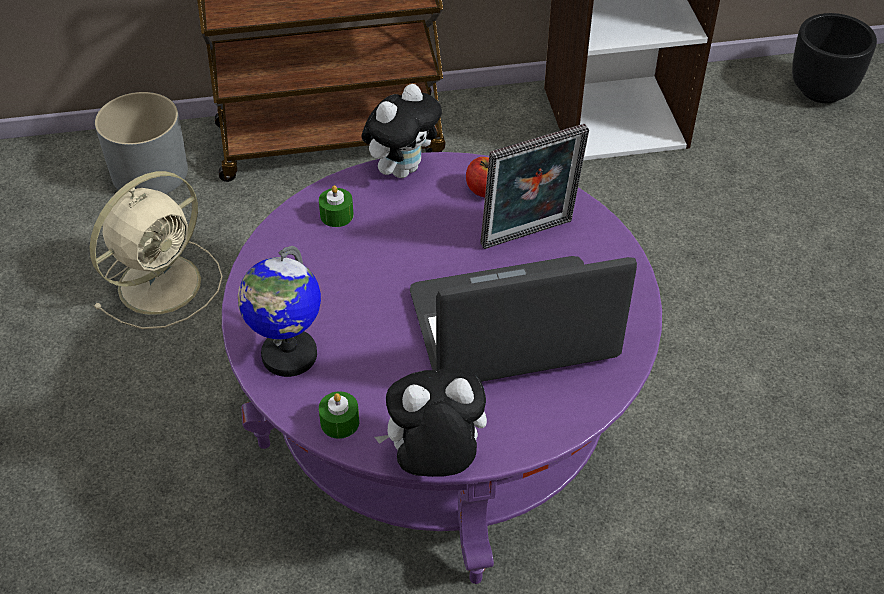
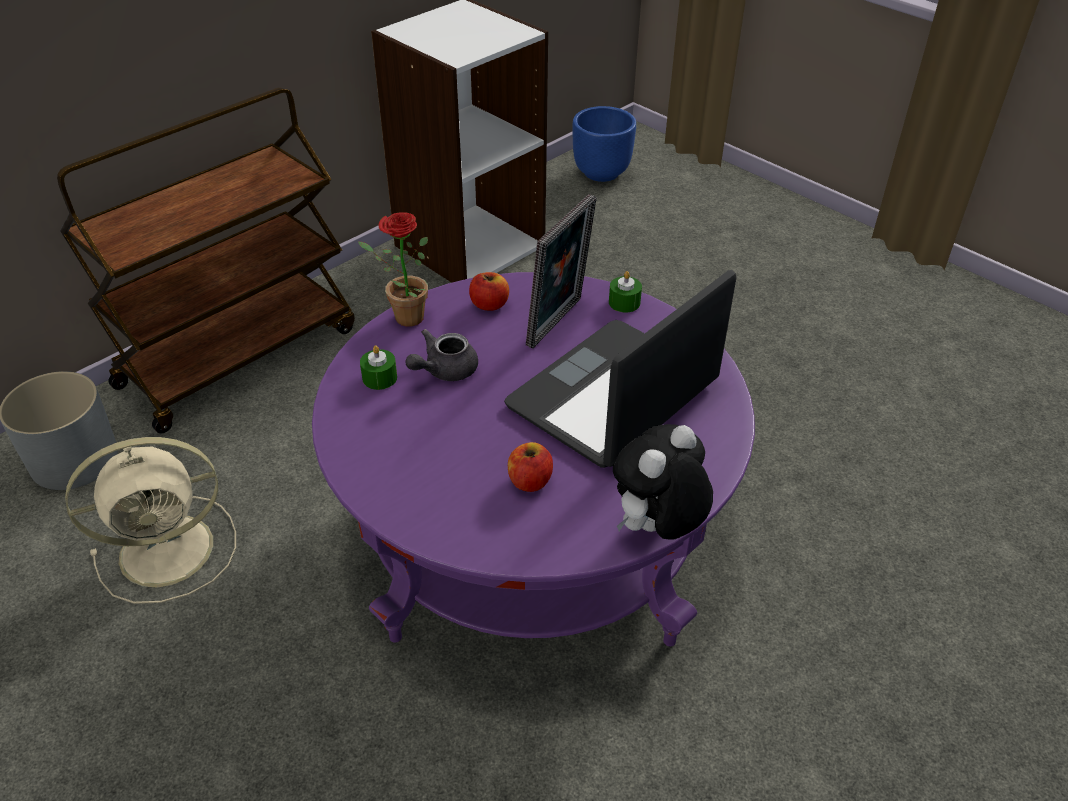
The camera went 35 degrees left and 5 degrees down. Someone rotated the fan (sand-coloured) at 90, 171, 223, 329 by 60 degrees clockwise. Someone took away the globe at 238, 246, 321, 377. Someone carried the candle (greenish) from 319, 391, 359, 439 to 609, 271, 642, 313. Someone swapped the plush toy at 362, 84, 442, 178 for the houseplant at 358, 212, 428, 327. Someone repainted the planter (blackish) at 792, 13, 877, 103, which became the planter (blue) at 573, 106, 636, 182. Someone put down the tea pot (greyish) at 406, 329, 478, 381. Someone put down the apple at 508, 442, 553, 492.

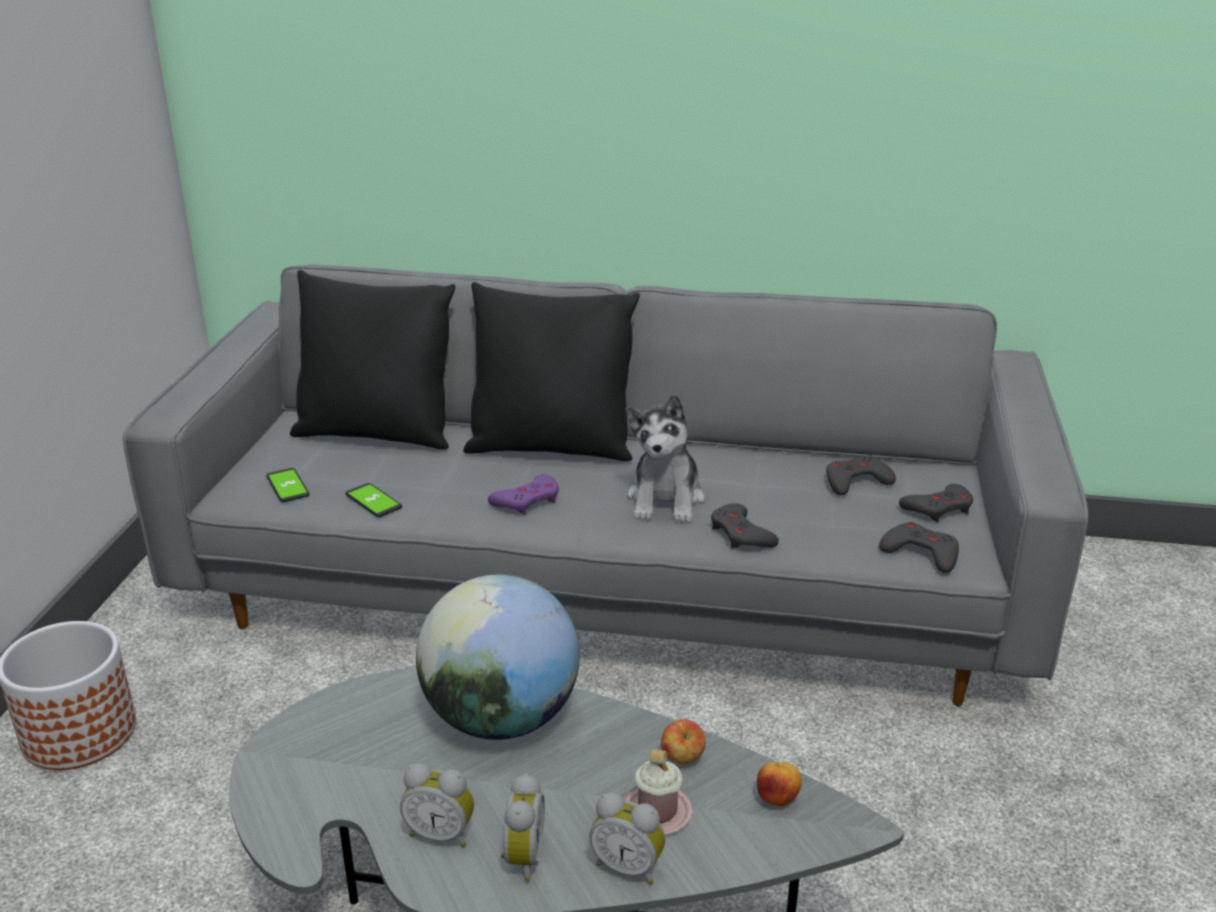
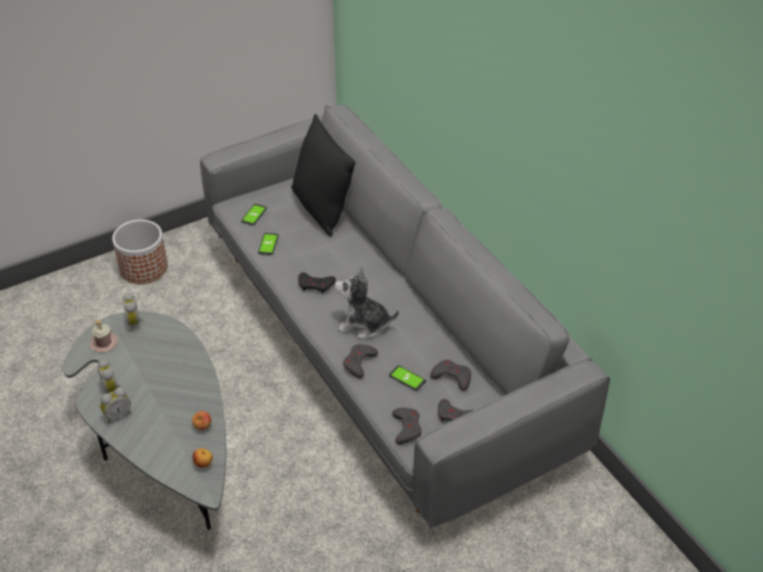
The camera went 50 degrees right and 15 degrees up. Someone took away the globe at 416, 574, 580, 740. Someone took away the throw pillow (blackish) at 463, 282, 640, 461. Someone repainted the game controller (purple) at 488, 474, 559, 515, which became the game controller (blackish) at 298, 272, 336, 294. Someone carried the table clock from 589, 792, 665, 885 to 123, 293, 143, 331. Someone carried the mug (pinkish) from 625, 749, 693, 835 to 90, 320, 117, 352. Someone rotated the plush toy at 626, 394, 705, 523 by 45 degrees clockwise. Someone put down the telephone at 389, 365, 426, 391.

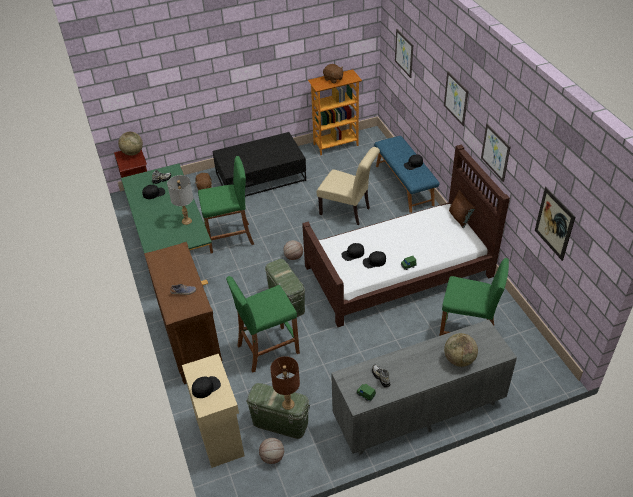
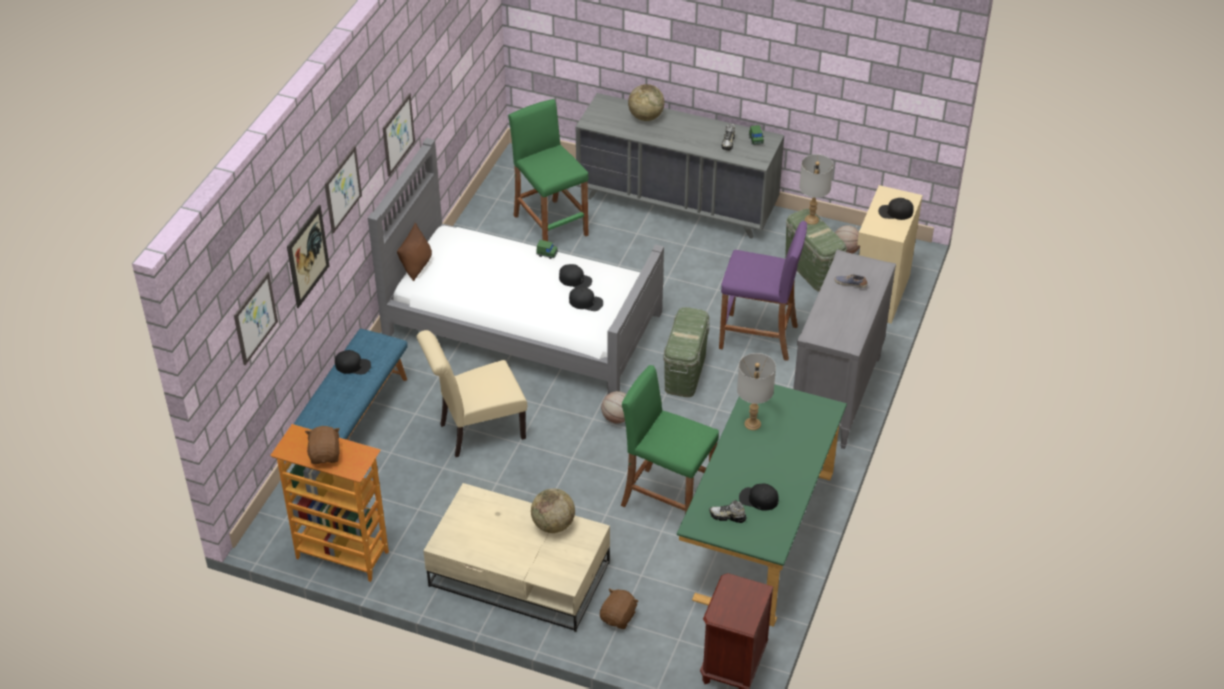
The camera went 140 degrees left and 0 degrees up. Someone carried the globe from 118, 132, 143, 156 to 531, 488, 575, 533. Someone repainted the drawer chest (brown) at 144, 242, 223, 384, which became the drawer chest (greyish) at 793, 250, 896, 449. Someone repainted the lounge table (blackish) at 212, 132, 306, 197, which became the lounge table (sand-coloured) at 424, 483, 610, 632. Someone repainted the sitting stool (greenish) at 226, 276, 300, 373, which became the sitting stool (purple) at 719, 221, 807, 361. Someone repainted the lamp for a table (brown) at 270, 356, 300, 410, which became the lamp for a table (greyish) at 799, 154, 833, 225. Someone repainted the bedroom bed (brown) at 302, 145, 510, 327, which became the bedroom bed (greyish) at 368, 138, 664, 394. Someone rotated the plain chair (sand-coloured) at 317, 147, 380, 225 by 90 degrees counterclockwise. Someone carried the picture from 535, 187, 575, 261 to 287, 205, 329, 308.

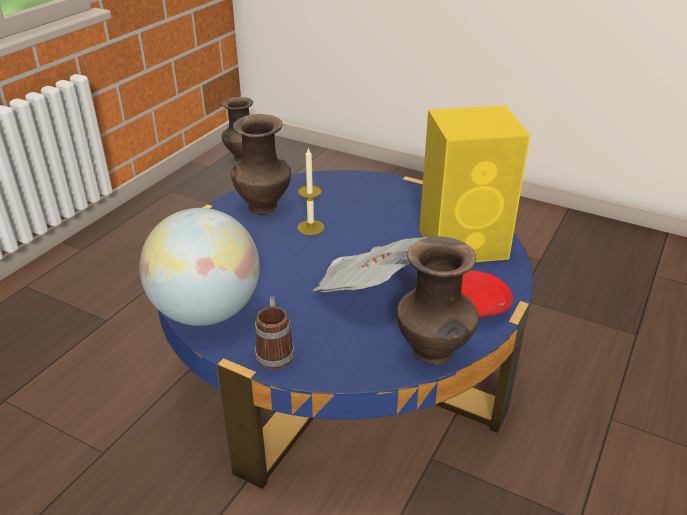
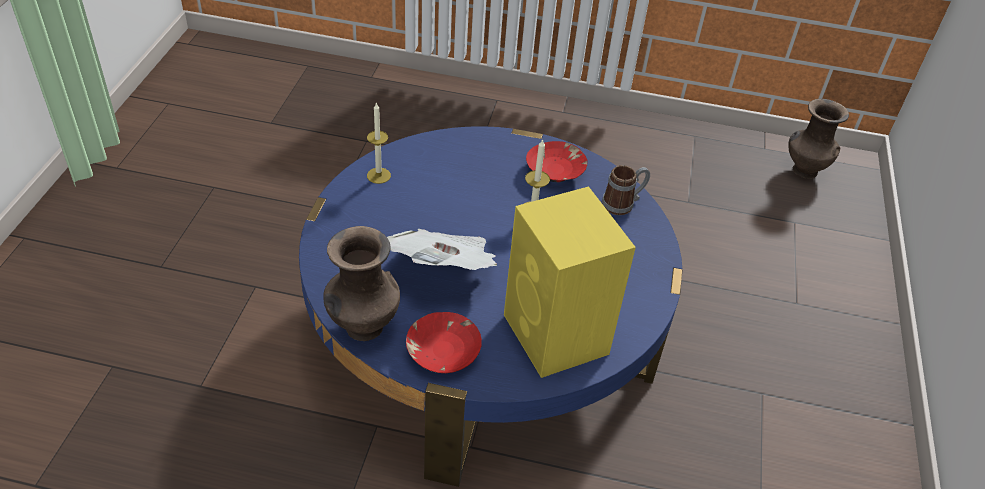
The camera went 70 degrees right and 10 degrees up. Someone swapped the globe at 139, 208, 260, 326 for the candle at 367, 102, 391, 184. Someone swapped the decorative vase (brown) at 231, 114, 291, 214 for the serving bowl (reddish) at 526, 141, 587, 182. Someone carried the mug from 255, 296, 295, 370 to 602, 165, 650, 215.

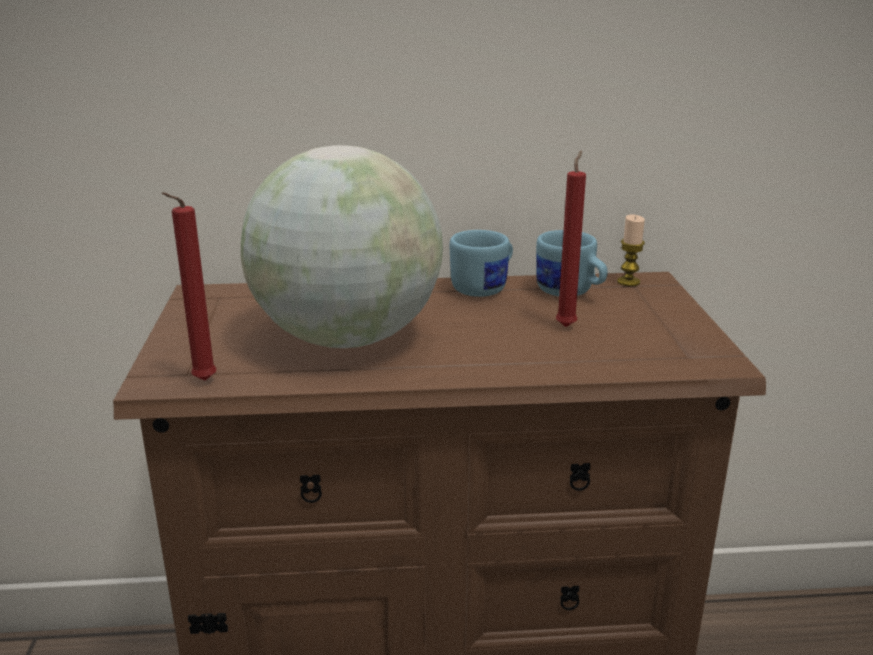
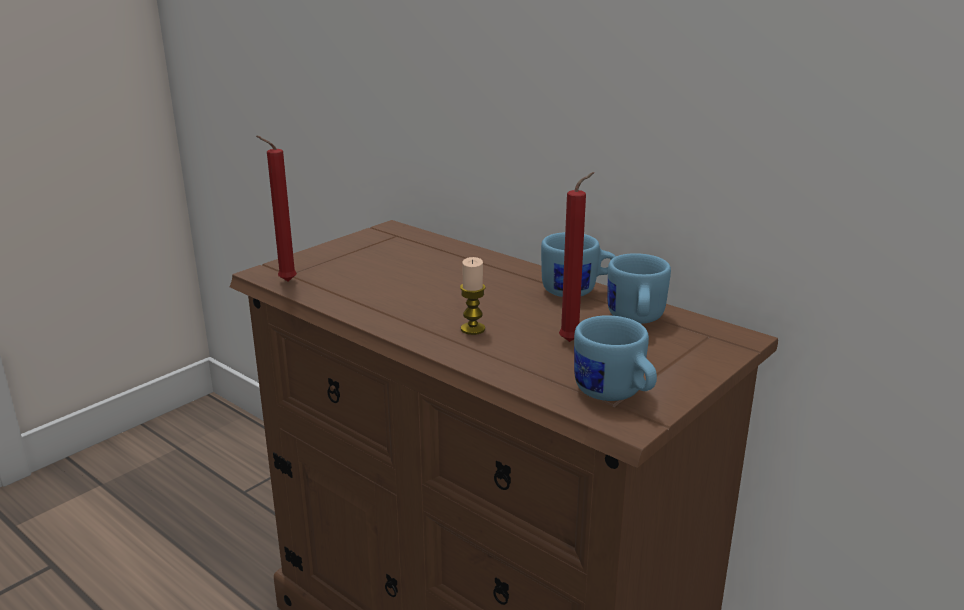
The camera went 45 degrees right and 0 degrees up. Someone took away the globe at 241, 145, 443, 348. Someone carried the candle from 617, 214, 645, 286 to 460, 257, 486, 335. Someone put down the mug (blue) at 574, 315, 657, 401.

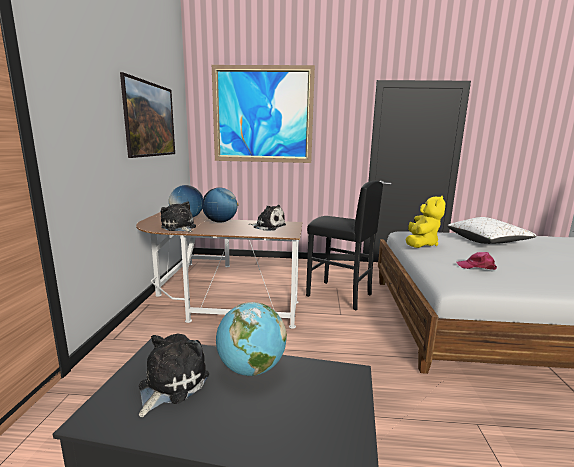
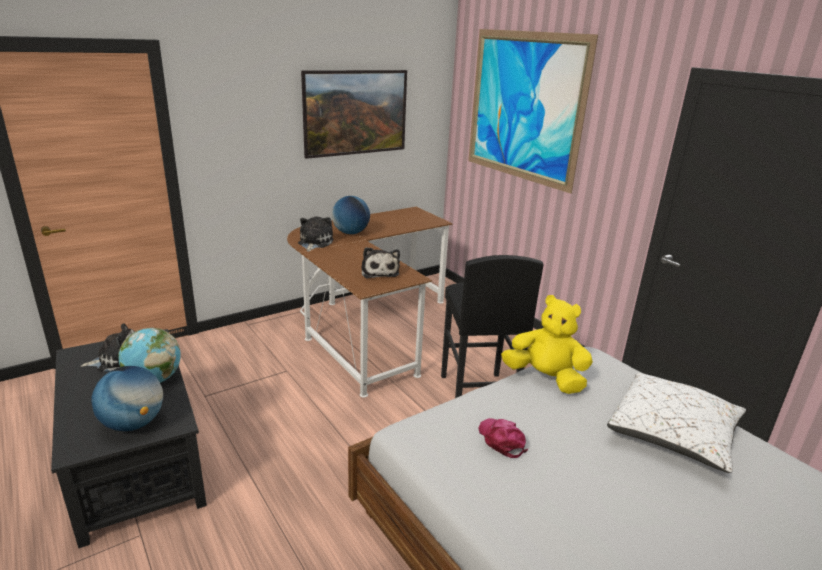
The camera went 50 degrees right and 10 degrees up. Someone carried the globe from 202, 187, 238, 223 to 91, 366, 163, 431. Someone rotated the plush toy (yellowish) at 406, 196, 445, 248 by 135 degrees counterclockwise.

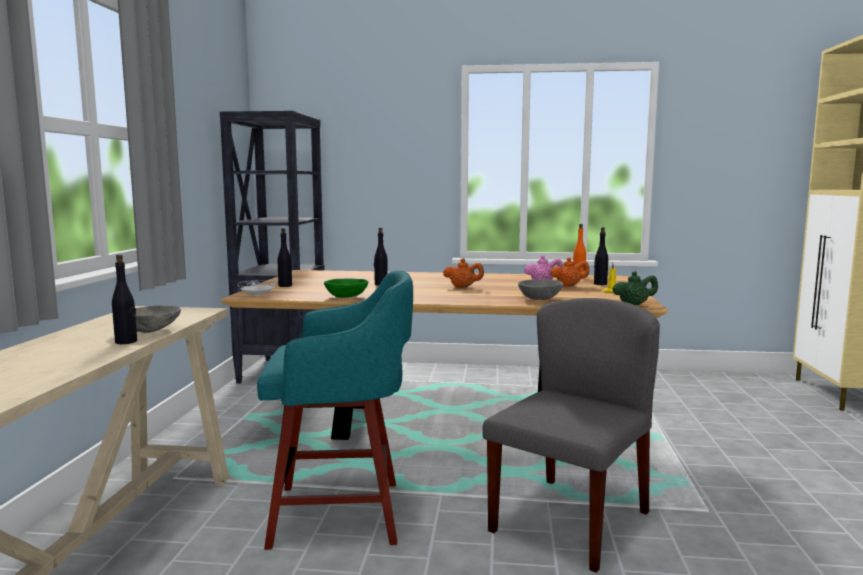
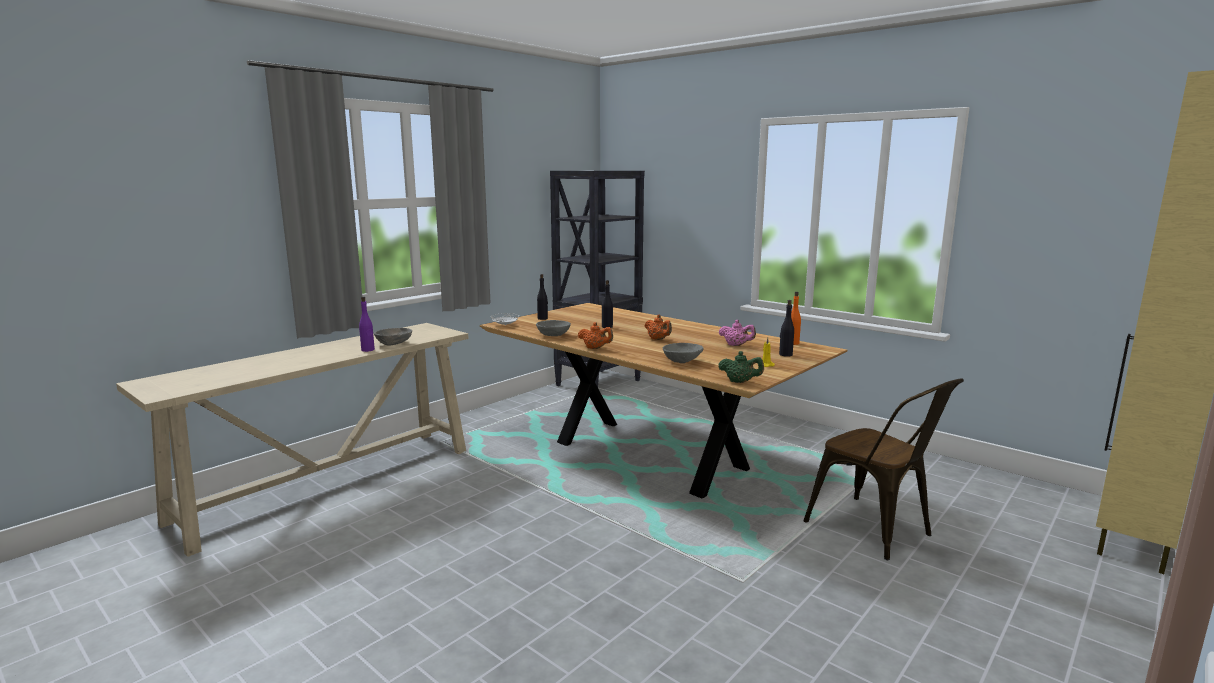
The camera went 35 degrees right and 5 degrees up. Someone repainted the drink bottle (blackish) at 112, 255, 137, 344, which became the drink bottle (purple) at 359, 297, 375, 352. Someone took away the sitting stool (turquoise-coloured) at 257, 271, 413, 550. Someone repainted the serving bowl (greenish) at 324, 279, 369, 298, which became the serving bowl (greyish) at 536, 320, 571, 336. Someone took away the plain chair (greyish) at 482, 298, 660, 573. Someone carried the tea pot (orange) from 550, 258, 589, 287 to 578, 322, 613, 349. Someone put down the plain chair (brown) at 804, 379, 964, 560.

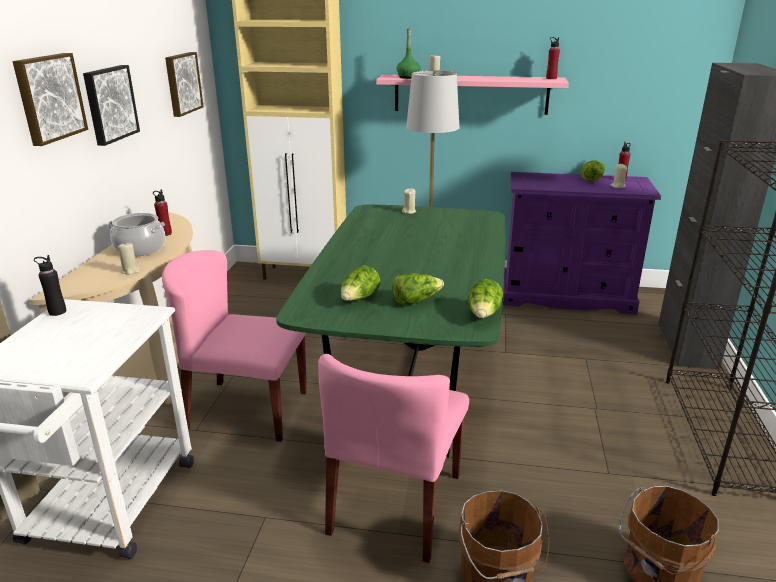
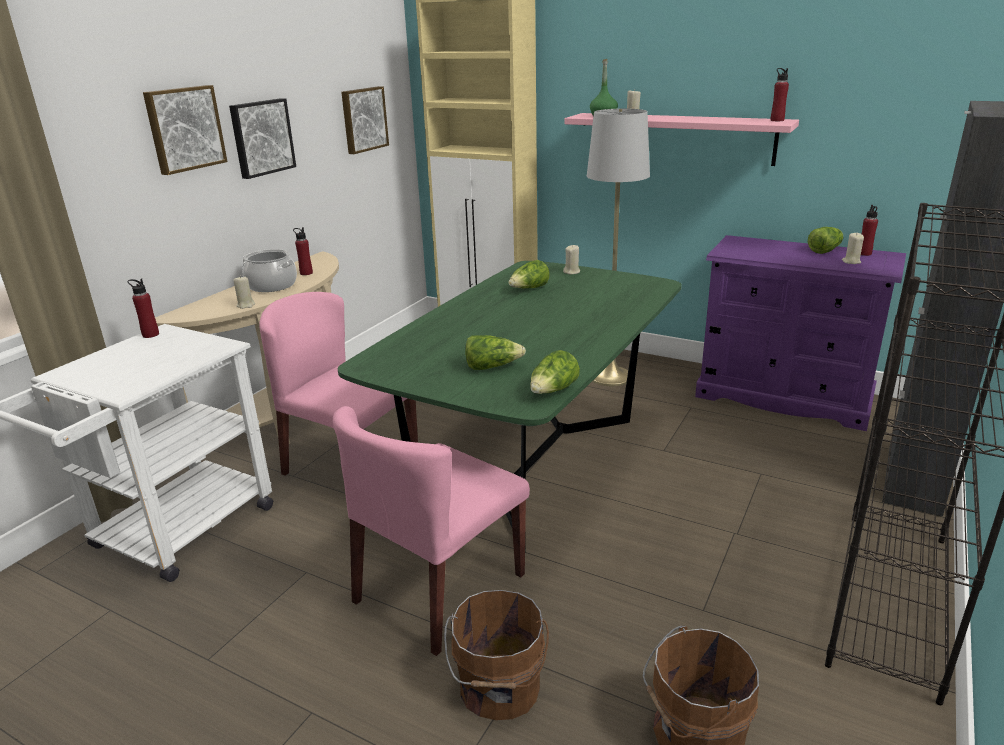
The camera went 20 degrees right and 0 degrees up. Someone repainted the drink bottle (blackish) at 34, 255, 66, 316, which became the drink bottle (reddish) at 128, 279, 159, 338. Someone carried the lettuce head from 341, 265, 380, 301 to 508, 260, 550, 289.

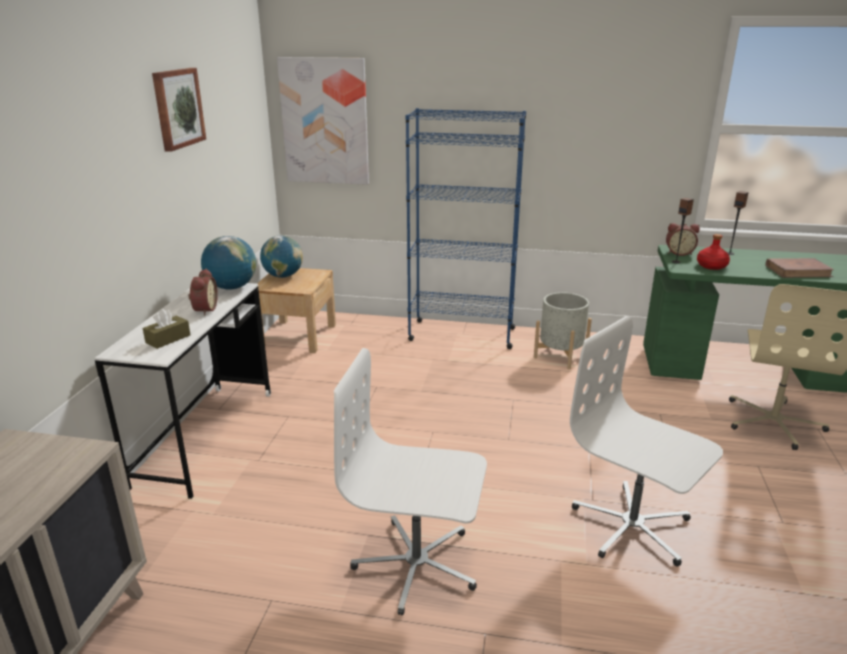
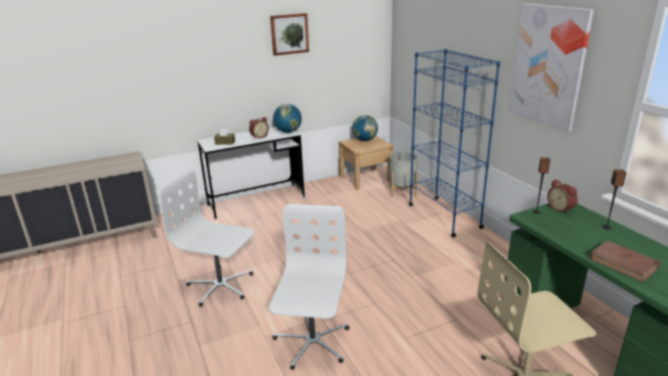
The camera went 55 degrees right and 0 degrees up. Someone carried the picture from 277, 57, 369, 185 to 509, 3, 594, 132. Someone rotated the computer chair (white) at 334, 348, 487, 615 by 45 degrees counterclockwise. Someone carried the planter (greyish) from 534, 292, 592, 369 to 390, 151, 418, 197. Someone took away the drink bottle (reddish) at 697, 234, 730, 270.

